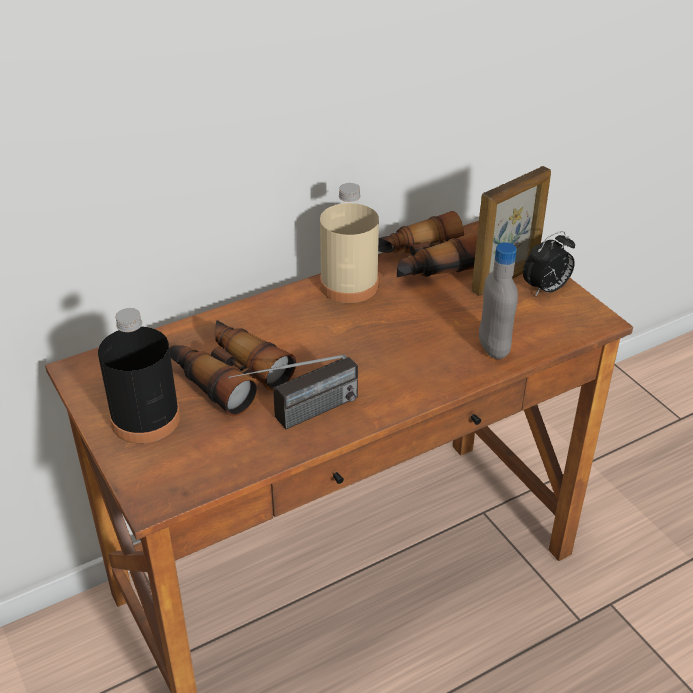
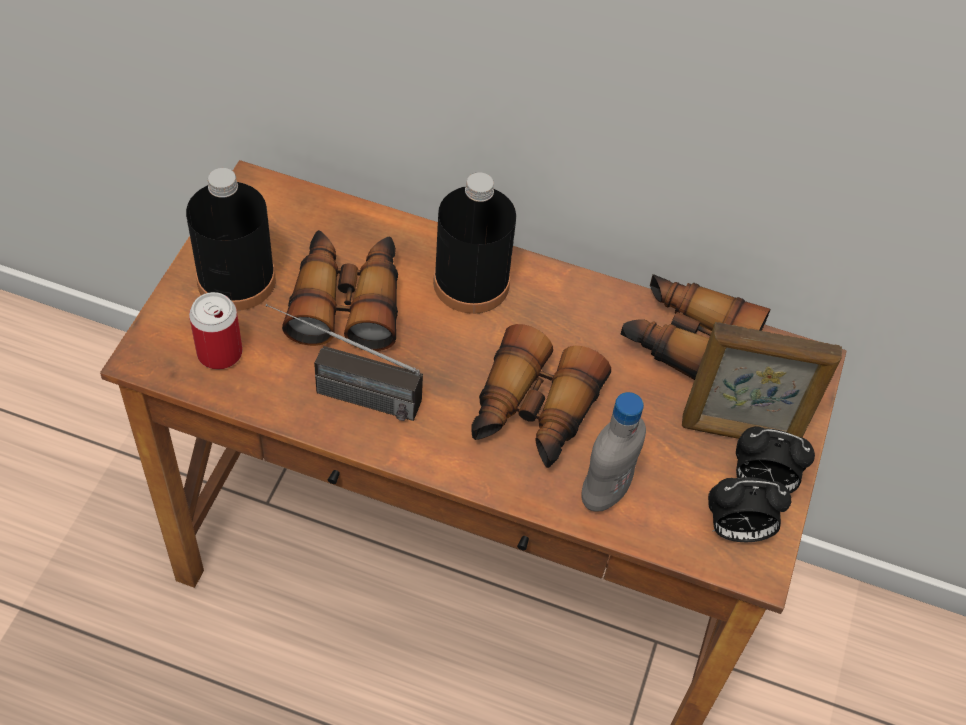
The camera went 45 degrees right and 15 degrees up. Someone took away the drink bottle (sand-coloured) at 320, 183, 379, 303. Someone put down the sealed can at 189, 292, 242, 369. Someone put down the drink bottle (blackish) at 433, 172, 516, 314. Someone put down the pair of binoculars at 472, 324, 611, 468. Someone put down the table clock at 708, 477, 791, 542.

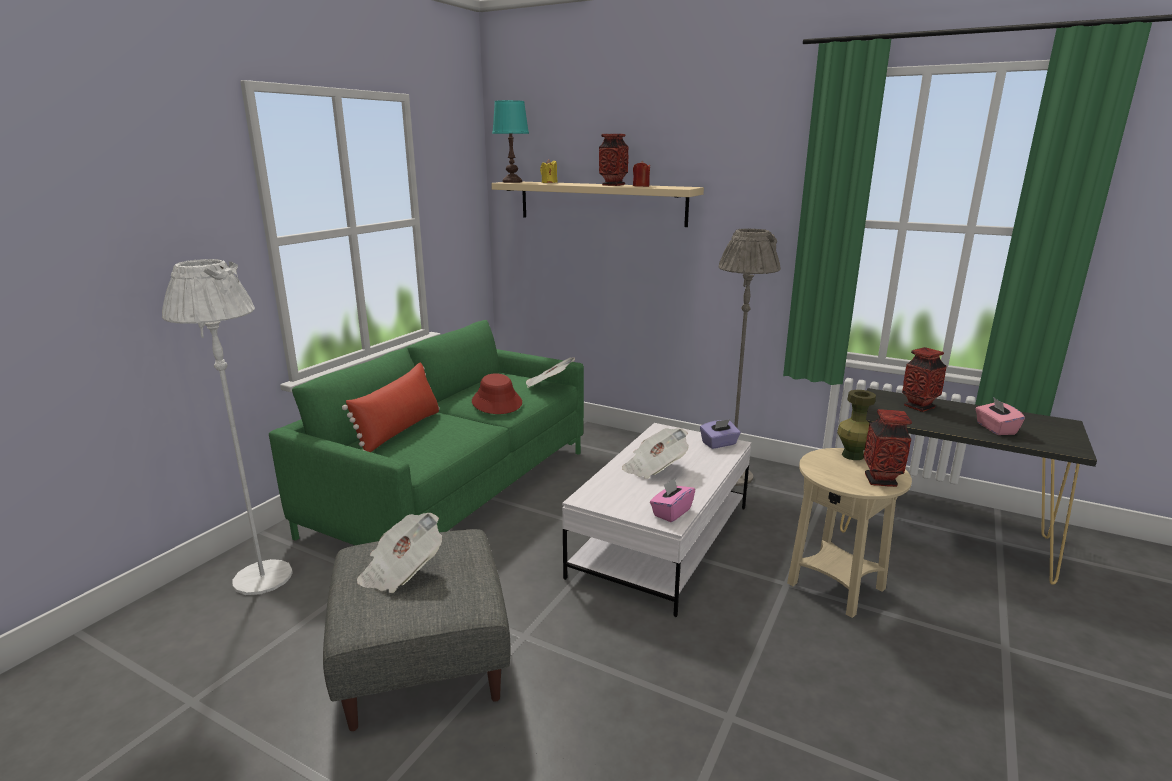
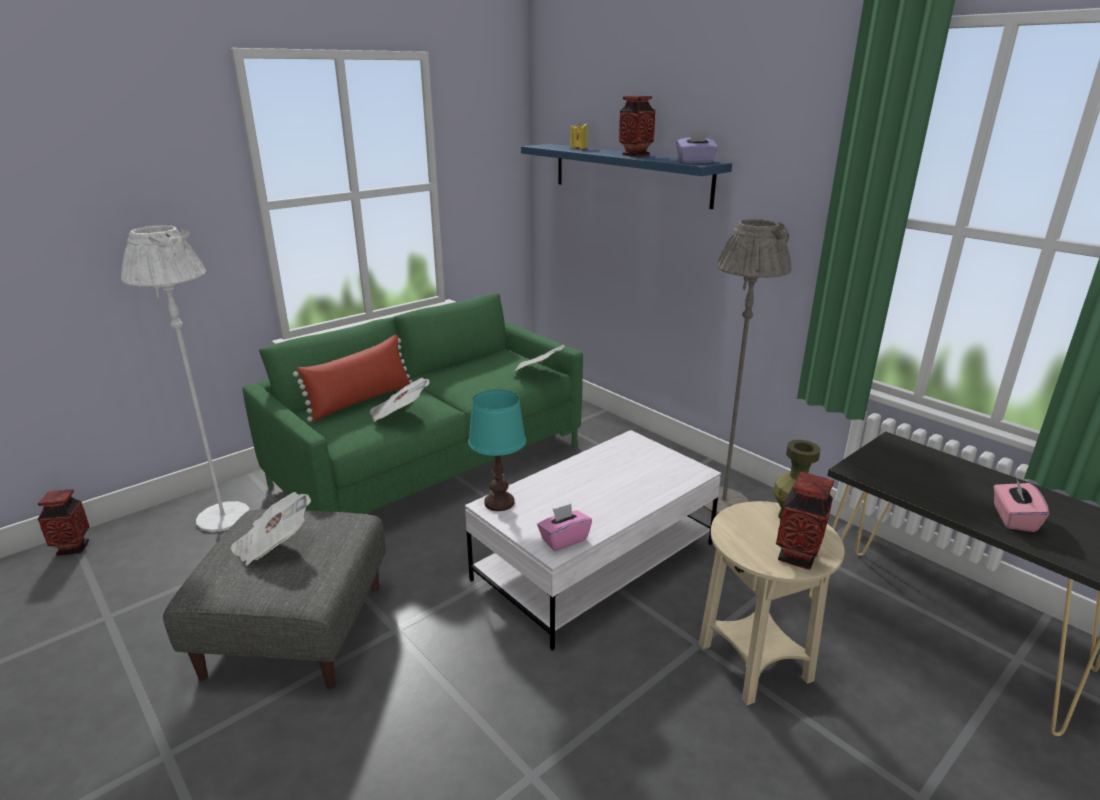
The camera went 20 degrees right and 5 degrees up. Someone took away the clothing hat (reddish) at 472, 373, 522, 414. Someone repainted the shelf (sand-coloured) at 491, 182, 704, 227, which became the shelf (blue) at 521, 144, 732, 209. Someone carried the lamp for a table (turquoise-coloured) from 492, 100, 529, 183 to 468, 389, 526, 511. Someone carried the printed paper from 622, 428, 689, 479 to 370, 378, 429, 422. Someone took away the candle (reddish) at 633, 161, 650, 187. Someone carried the box of tissues (purple) from 700, 419, 741, 449 to 676, 131, 718, 163. Someone carried the decorative vase from 902, 347, 947, 412 to 38, 489, 89, 556.

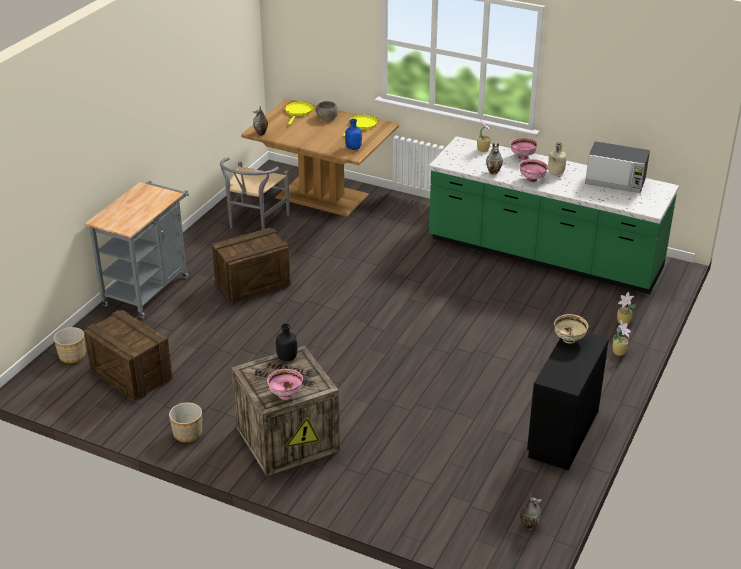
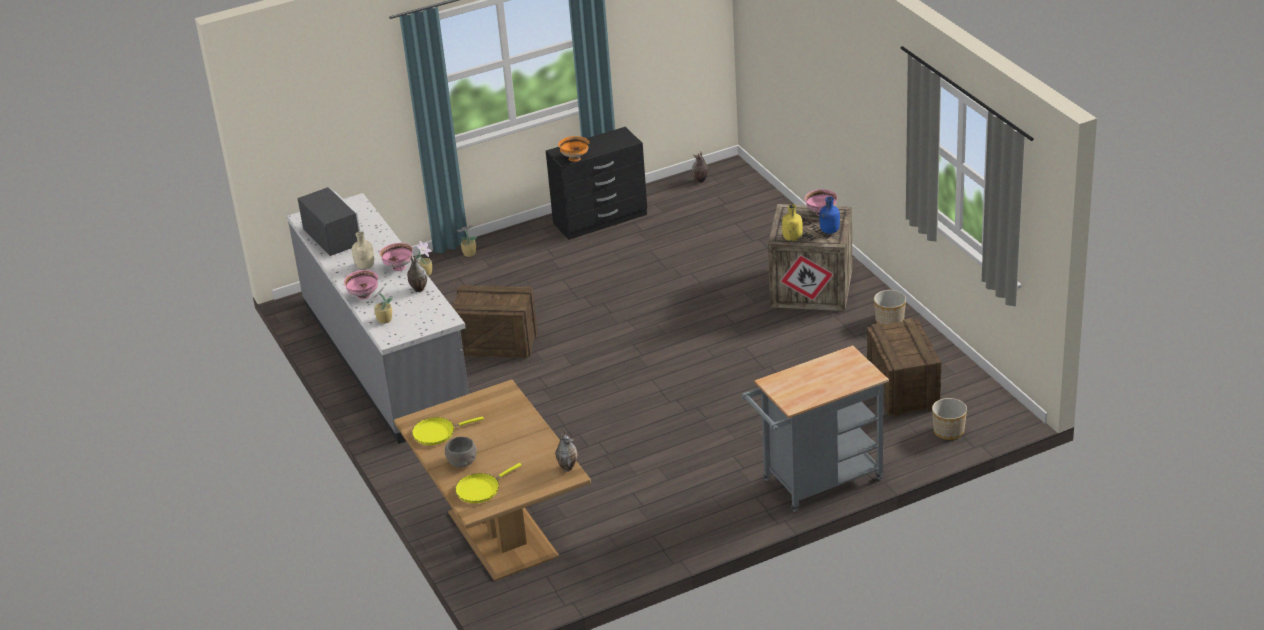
The camera went 140 degrees left and 0 degrees up. Someone carried the packing crate from 212, 228, 291, 303 to 451, 285, 538, 359. Someone took away the plain chair (greyish) at 220, 157, 290, 230. Someone repainted the drink bottle (blackish) at 276, 324, 297, 361, which became the drink bottle (yellowish) at 782, 204, 803, 241. Someone carried the drink bottle (blue) from 345, 119, 362, 150 to 819, 197, 840, 234. Someone repainted the kitchen base unit (greenish) at 429, 136, 679, 294, which became the kitchen base unit (greyish) at 287, 193, 469, 444. Someone repainted the serving bowl (sand-coloured) at 554, 314, 588, 344, which became the serving bowl (orange) at 558, 136, 589, 162.

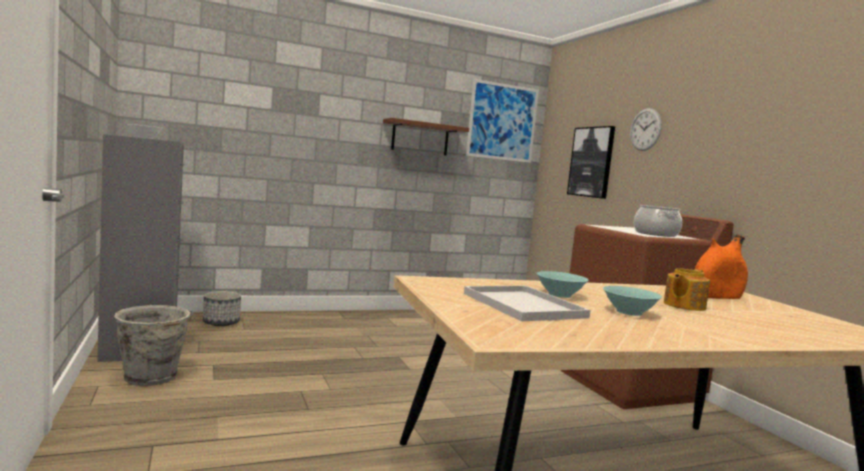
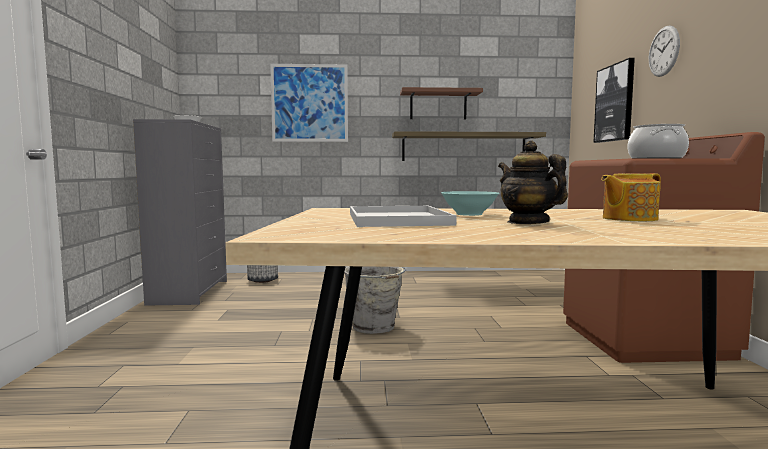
The camera went 20 degrees right and 0 degrees up. Someone carried the pail (greyish) from 114, 305, 193, 386 to 344, 266, 406, 334. Someone carried the picture from 466, 79, 539, 163 to 270, 64, 348, 142. Someone swapped the serving bowl (turquoise-coloured) at 603, 286, 662, 316 for the tea pot at 498, 141, 568, 224. Someone took away the decorative vase (orange) at 695, 234, 748, 299. Someone put up the shelf at 392, 131, 546, 161.

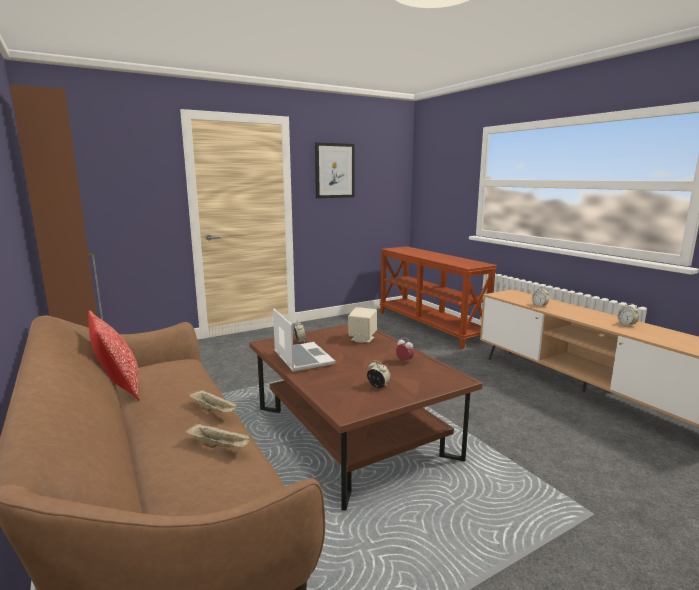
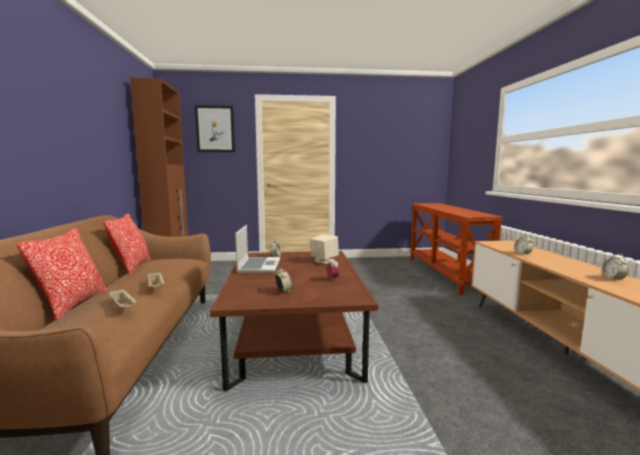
The camera went 25 degrees right and 5 degrees down. Someone carried the picture from 315, 142, 355, 198 to 195, 105, 235, 152. Someone put down the throw pillow at 17, 228, 107, 321.

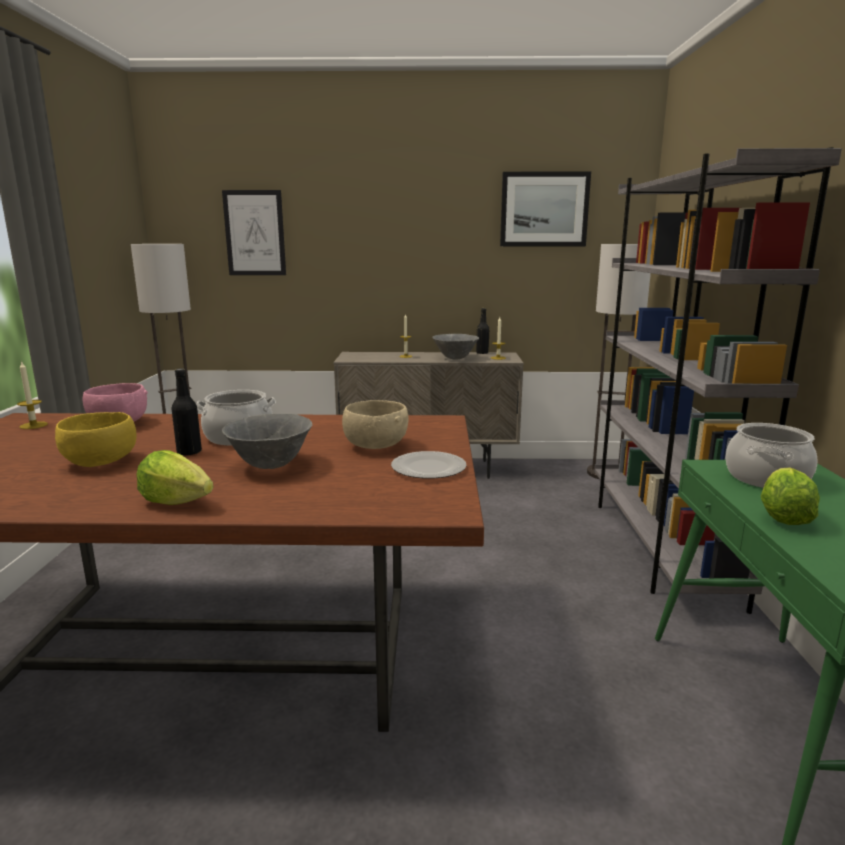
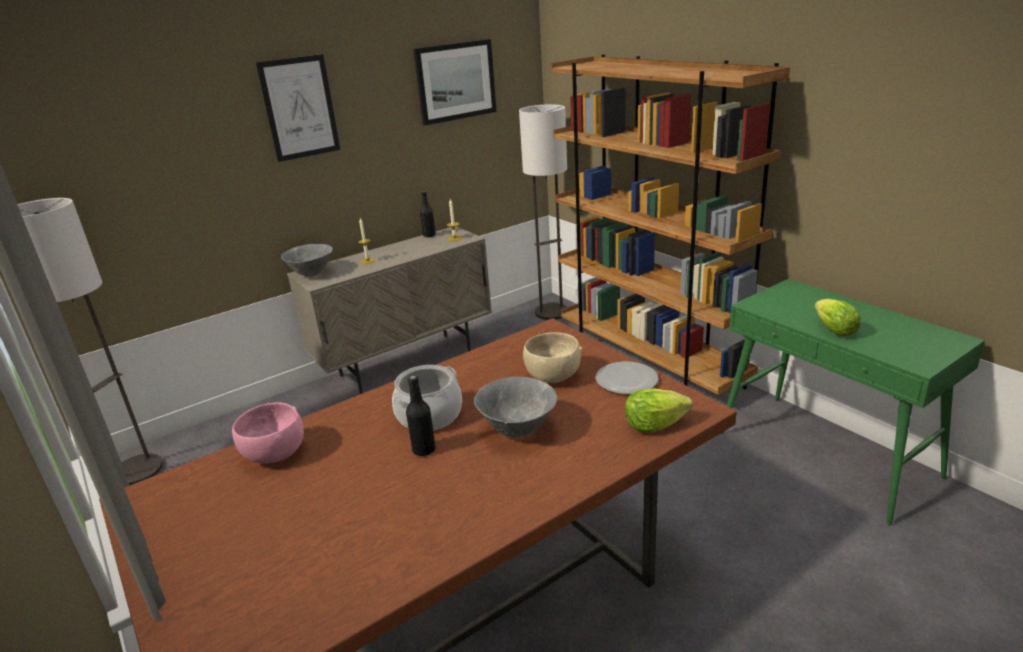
The camera went 35 degrees left and 10 degrees up. Someone took away the candle at 17, 361, 48, 429. Someone took away the serving bowl (yellowish) at 55, 412, 137, 467. Someone carried the lettuce head from 136, 450, 214, 505 to 625, 389, 693, 433. Someone carried the picture from 222, 190, 286, 275 to 256, 54, 340, 162. Someone carried the serving bowl (greyish) from 432, 334, 479, 360 to 281, 244, 333, 277. Someone repainted the shelving unit (greyish) at 594, 147, 842, 614, which became the shelving unit (brown) at 550, 54, 790, 395. Someone took away the stockpot at 726, 423, 818, 488.

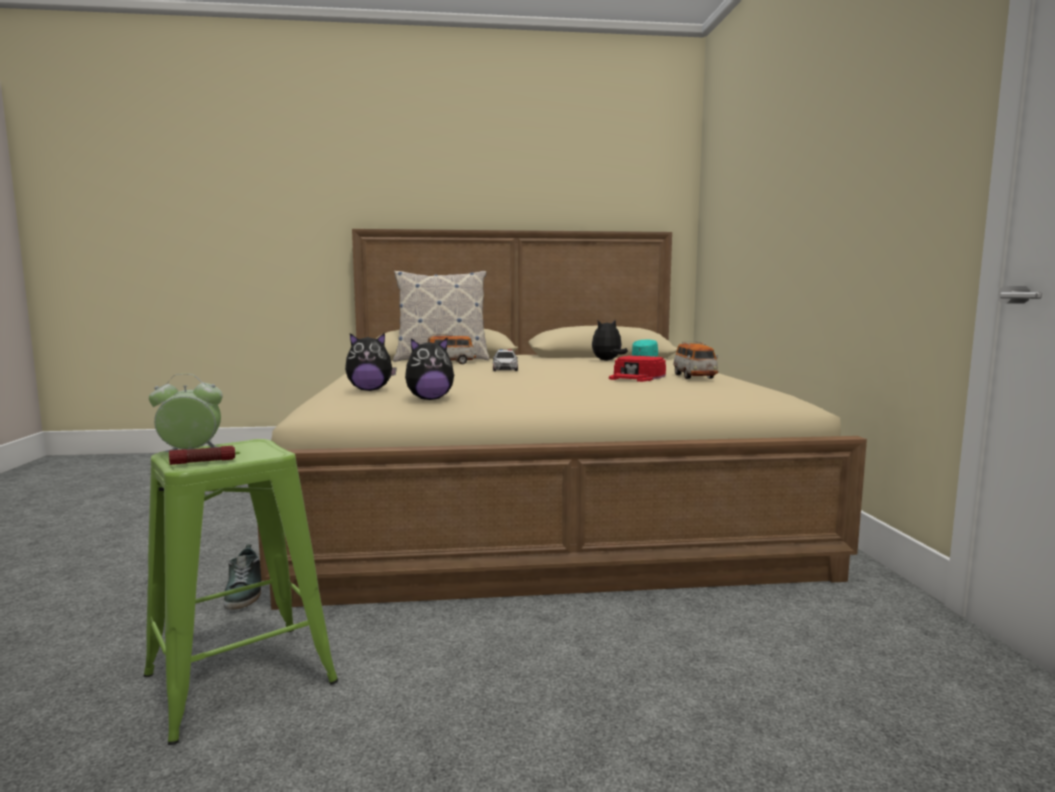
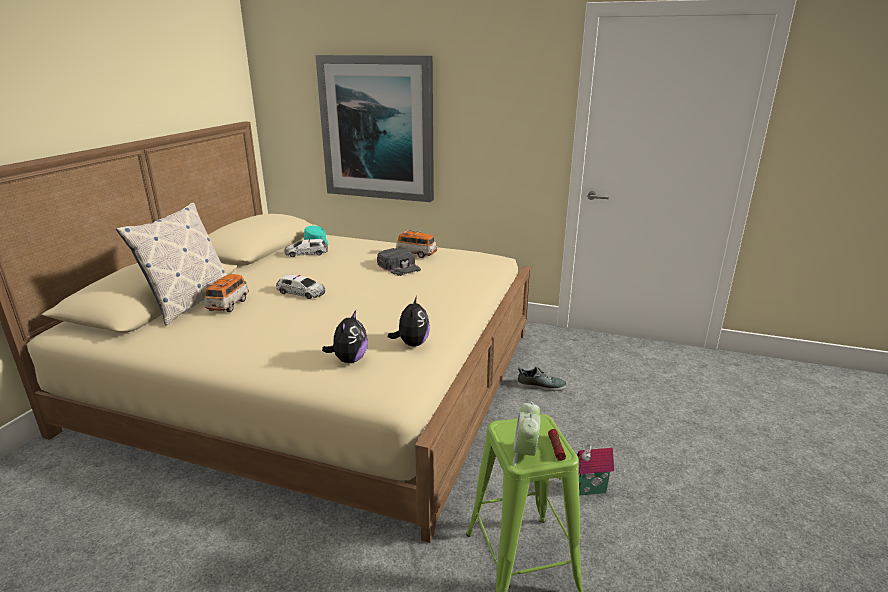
The camera went 65 degrees left and 15 degrees up. Someone carried the item of footwear from 223, 544, 261, 610 to 518, 367, 567, 391. Someone swapped the plush toy at 592, 320, 628, 361 for the model car at 284, 239, 328, 257. Someone repainted the cap (reddish) at 609, 356, 666, 382, which became the cap (blackish) at 377, 248, 421, 276. Someone put up the picture at 315, 55, 434, 202. Someone put down the miniature house at 577, 444, 614, 496.

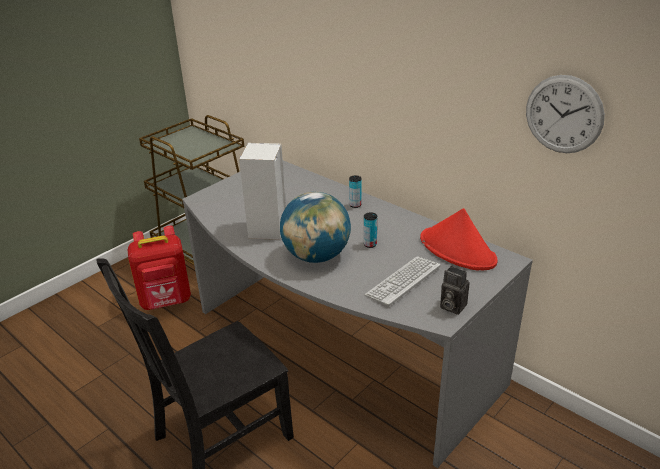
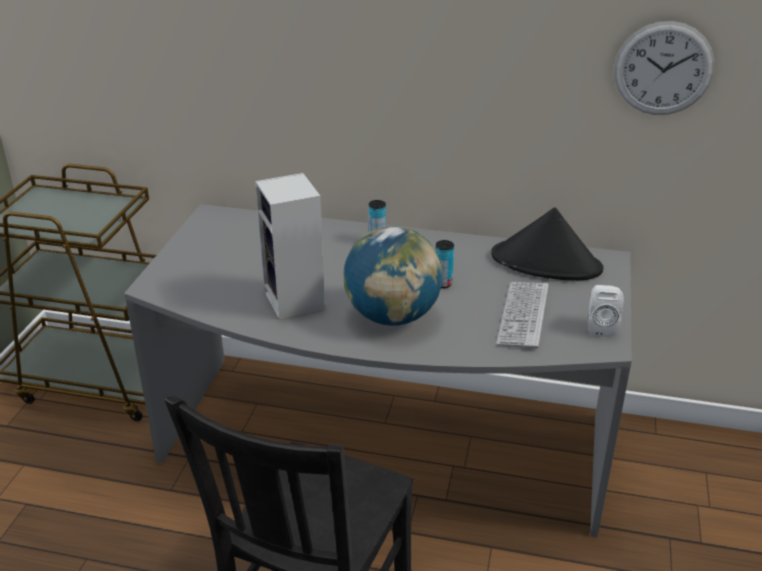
The camera went 30 degrees left and 0 degrees up. Someone took away the rucksack (reddish) at 128, 226, 191, 310. Someone repainted the clothing hat (reddish) at 420, 208, 498, 270, which became the clothing hat (blackish) at 491, 207, 603, 280. Someone swapped the still camera at 440, 266, 470, 315 for the audio speaker (white) at 588, 285, 623, 337.

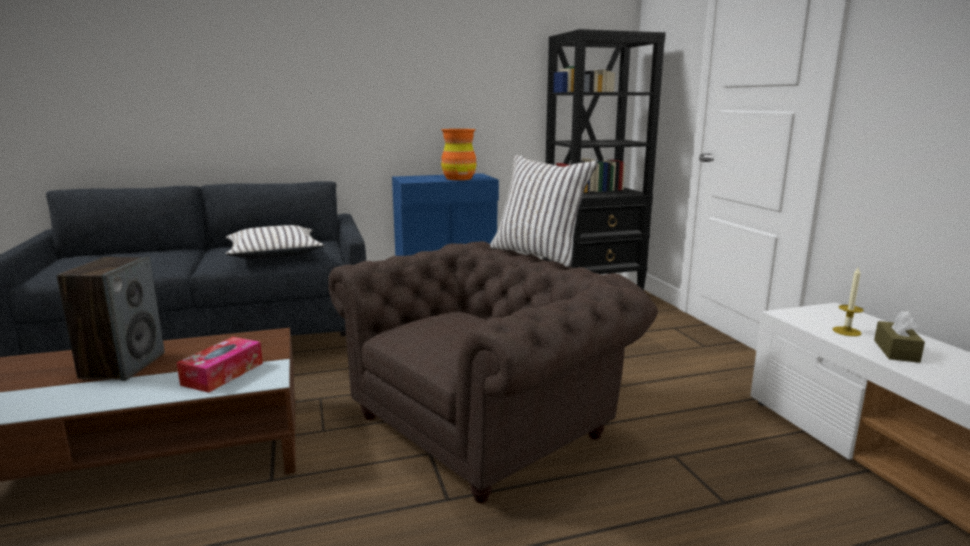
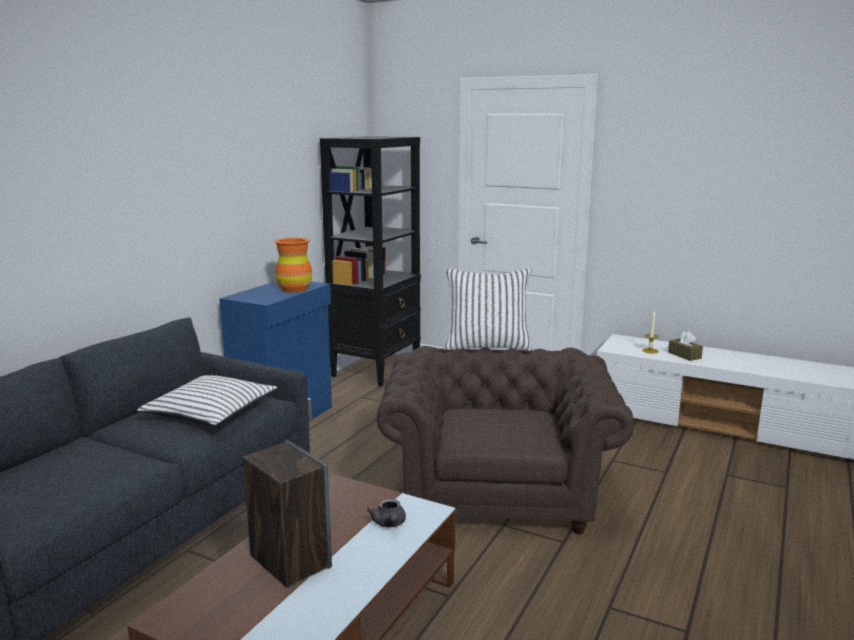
The camera went 45 degrees left and 0 degrees up. Someone swapped the box of tissues at 177, 337, 263, 393 for the tea pot (greyish) at 367, 499, 406, 527.

